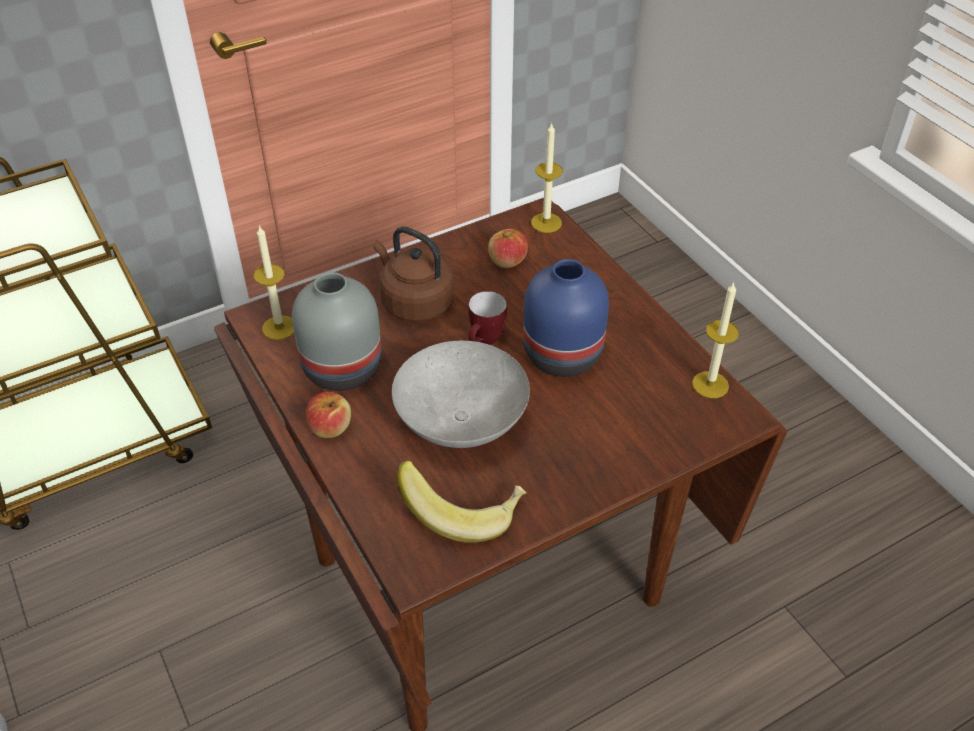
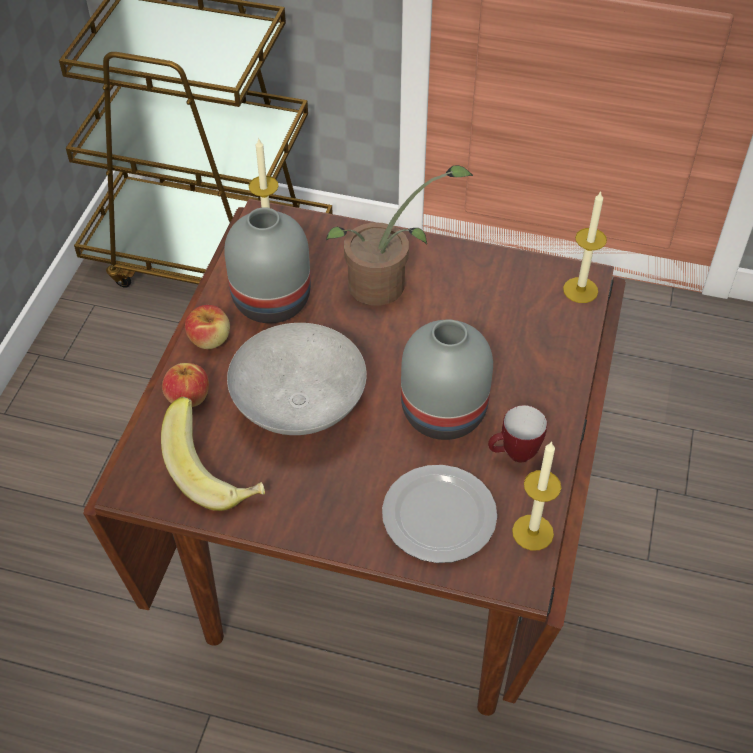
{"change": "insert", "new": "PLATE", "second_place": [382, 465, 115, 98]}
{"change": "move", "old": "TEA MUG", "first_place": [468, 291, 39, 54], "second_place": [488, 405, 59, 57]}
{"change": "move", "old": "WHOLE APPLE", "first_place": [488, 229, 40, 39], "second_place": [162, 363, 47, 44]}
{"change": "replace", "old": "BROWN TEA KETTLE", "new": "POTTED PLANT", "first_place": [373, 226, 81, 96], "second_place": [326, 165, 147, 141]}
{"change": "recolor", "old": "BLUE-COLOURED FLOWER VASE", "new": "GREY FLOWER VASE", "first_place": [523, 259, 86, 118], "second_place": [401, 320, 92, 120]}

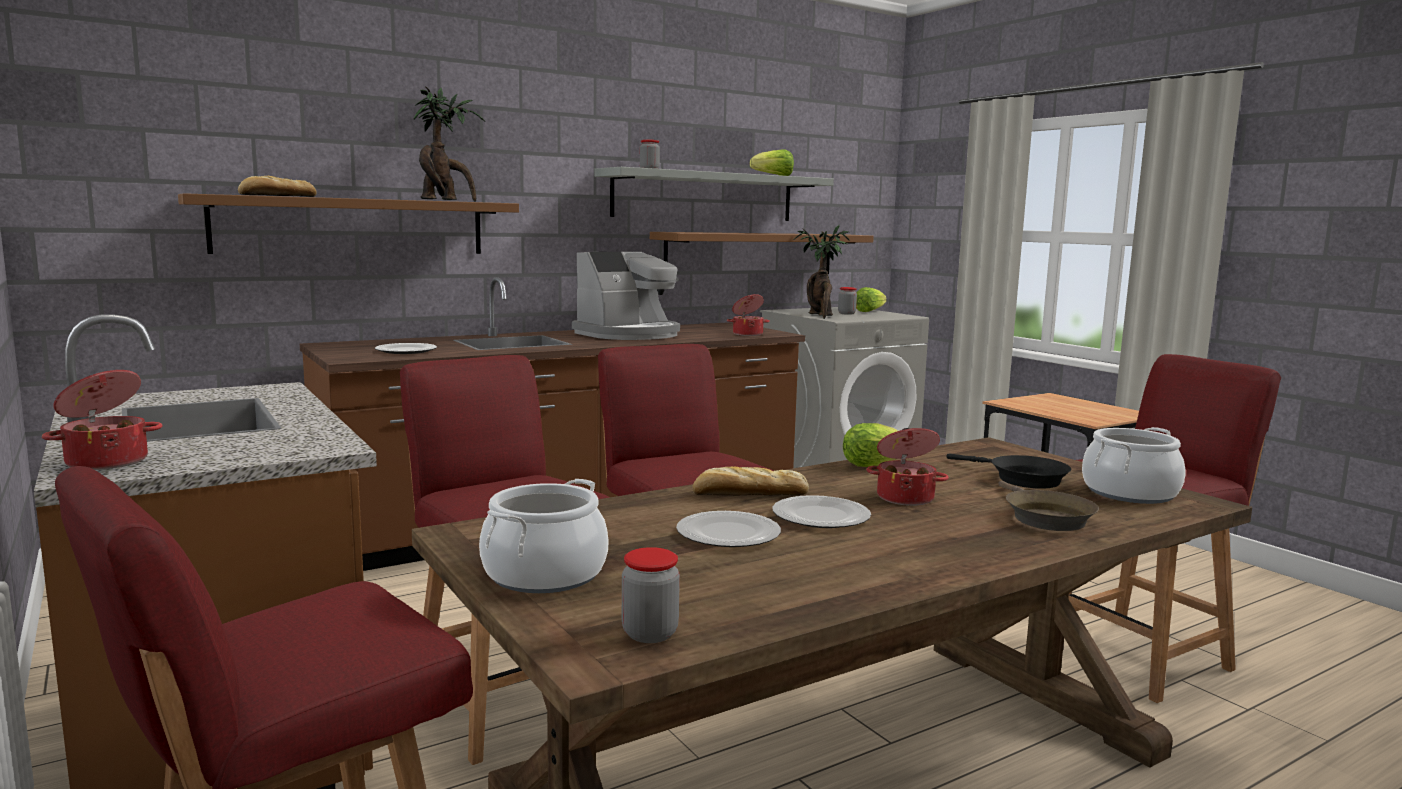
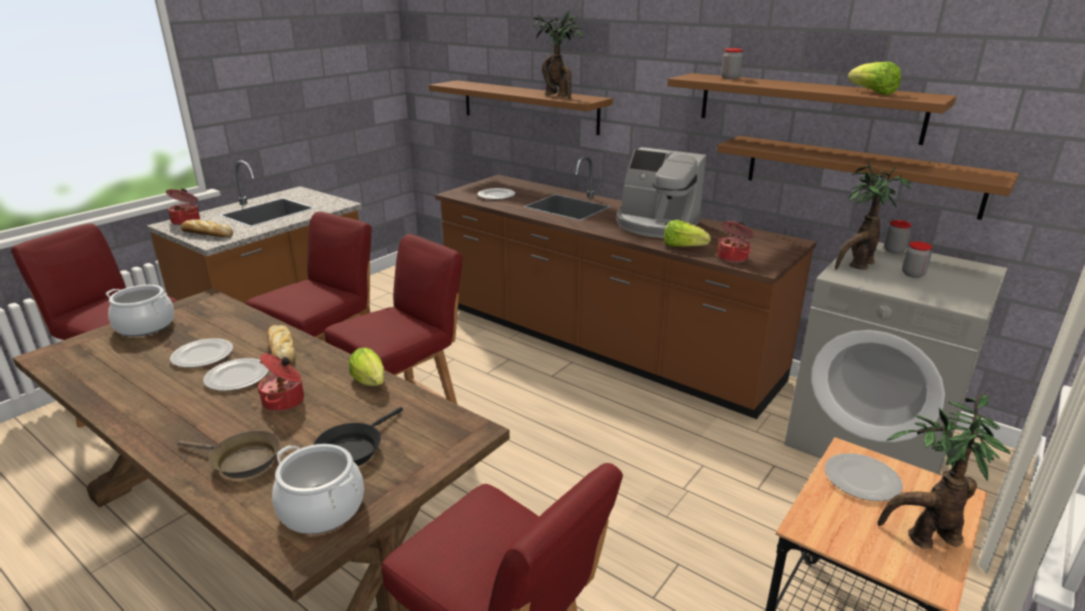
{"change": "insert", "new": "PLATE", "second_place": [825, 453, 78, 48]}
{"change": "insert", "new": "POTTED PLANT", "second_place": [878, 393, 133, 156]}
{"change": "move", "old": "BAKERY BREAD", "first_place": [238, 176, 79, 21], "second_place": [181, 219, 52, 18]}
{"change": "move", "old": "PRESERVE JAR", "first_place": [622, 547, 58, 96], "second_place": [884, 220, 28, 33]}
{"change": "move", "old": "LETTUCE", "first_place": [856, 287, 31, 25], "second_place": [664, 220, 47, 27]}
{"change": "recolor", "old": "GREY SHELF", "new": "BROWN SHELF", "first_place": [595, 167, 239, 54], "second_place": [667, 73, 290, 72]}
{"change": "rotate", "old": "BROWN FRYING PAN", "first_place": [999, 481, 100, 50], "second_place": [177, 431, 103, 47], "degrees": -135}

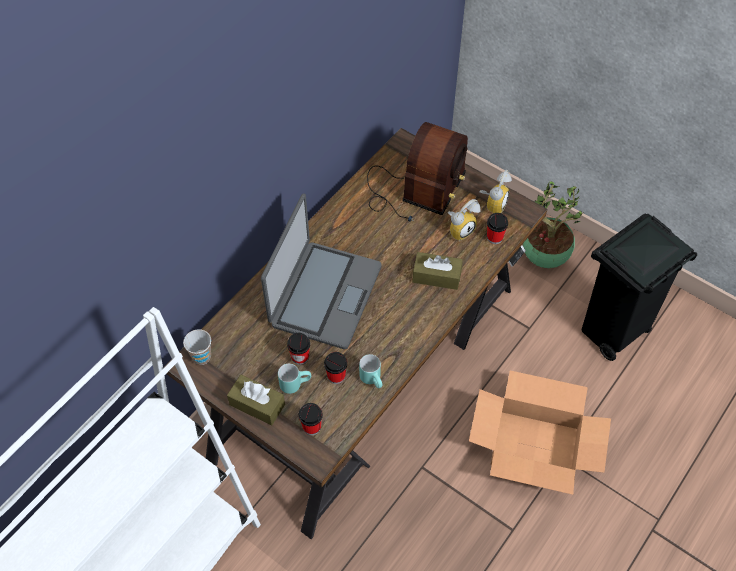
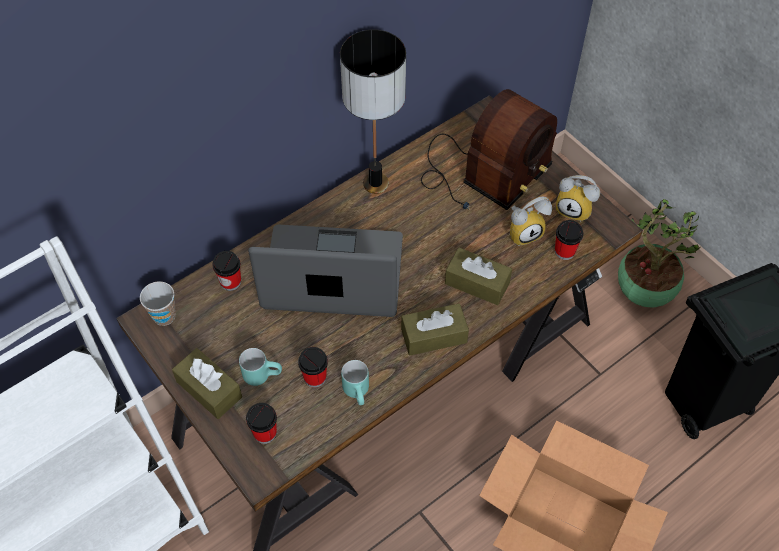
{"change": "insert", "new": "TABLETOP LAMP", "second_place": [340, 29, 66, 165]}
{"change": "insert", "new": "BROWN TISSUE HOLDER", "second_place": [401, 303, 68, 53]}
{"change": "move", "old": "SMALL CUP", "first_place": [287, 333, 23, 32], "second_place": [212, 251, 29, 40]}
{"change": "rotate", "old": "LAPTOP", "first_place": [261, 194, 121, 155], "second_place": [248, 225, 155, 92], "degrees": -120}
{"change": "rotate", "old": "BEDSIDE CLOCK", "first_place": [480, 170, 32, 43], "second_place": [556, 175, 44, 46], "degrees": 75}

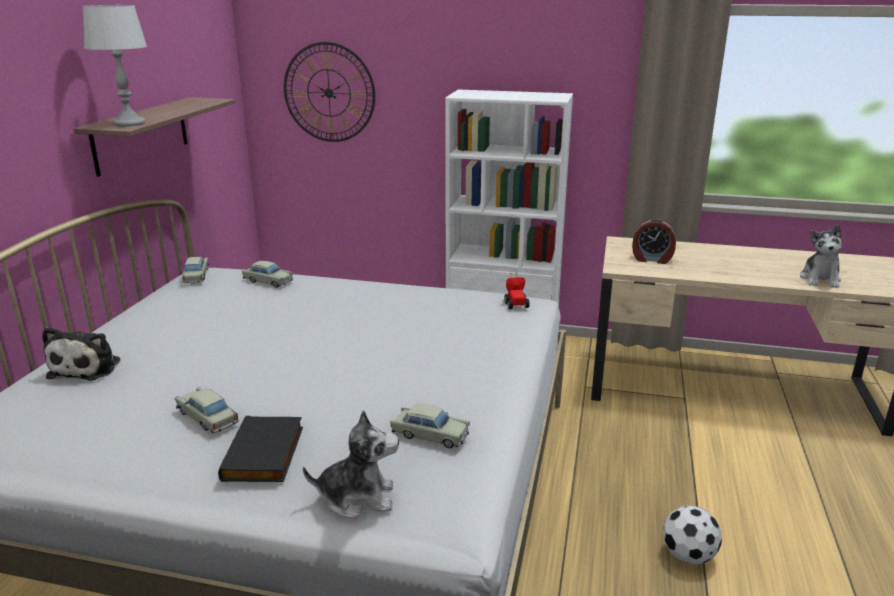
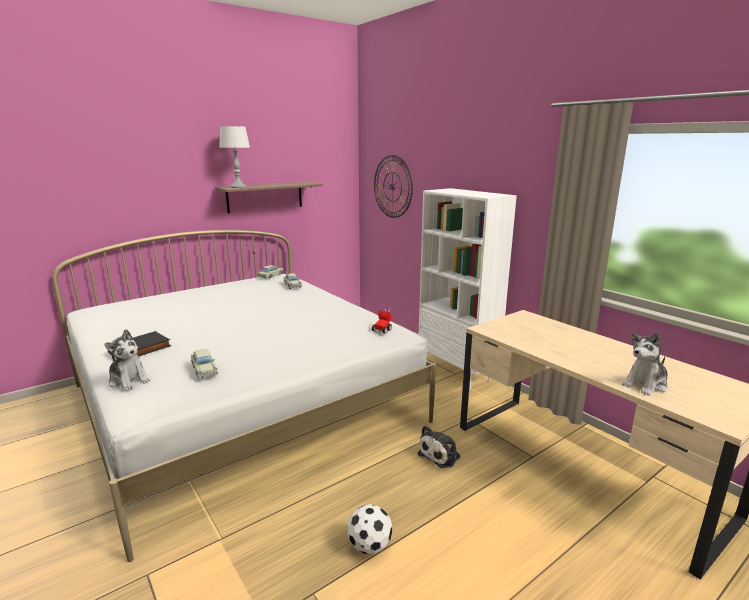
{"change": "delete", "old": "BEIGE MODEL CAR", "first_place": [175, 387, 64, 47]}
{"change": "delete", "old": "BEDSIDE CLOCK", "first_place": [632, 218, 44, 46]}
{"change": "move", "old": "CUDDLY TOY", "first_place": [42, 327, 78, 54], "second_place": [417, 425, 43, 43]}

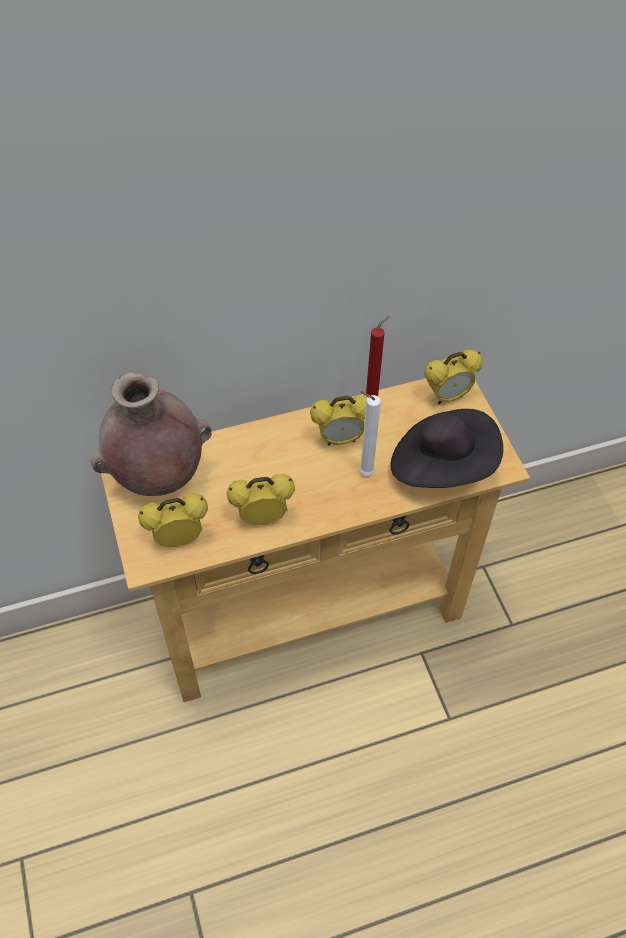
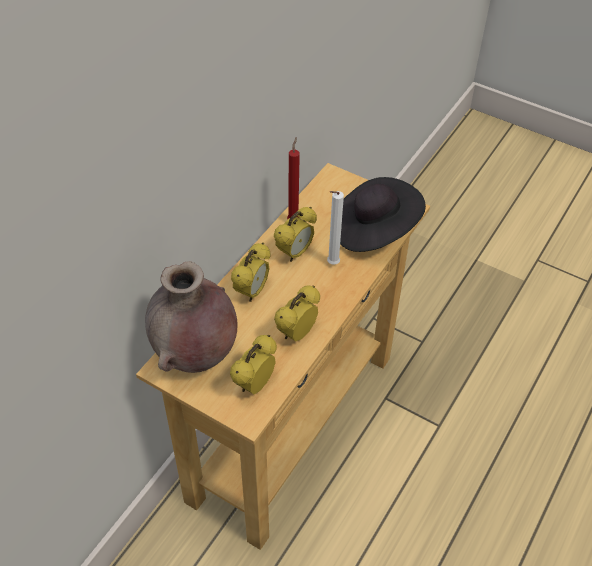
{"change": "move", "old": "BEDSIDE CLOCK", "first_place": [424, 350, 59, 54], "second_place": [231, 242, 40, 60]}

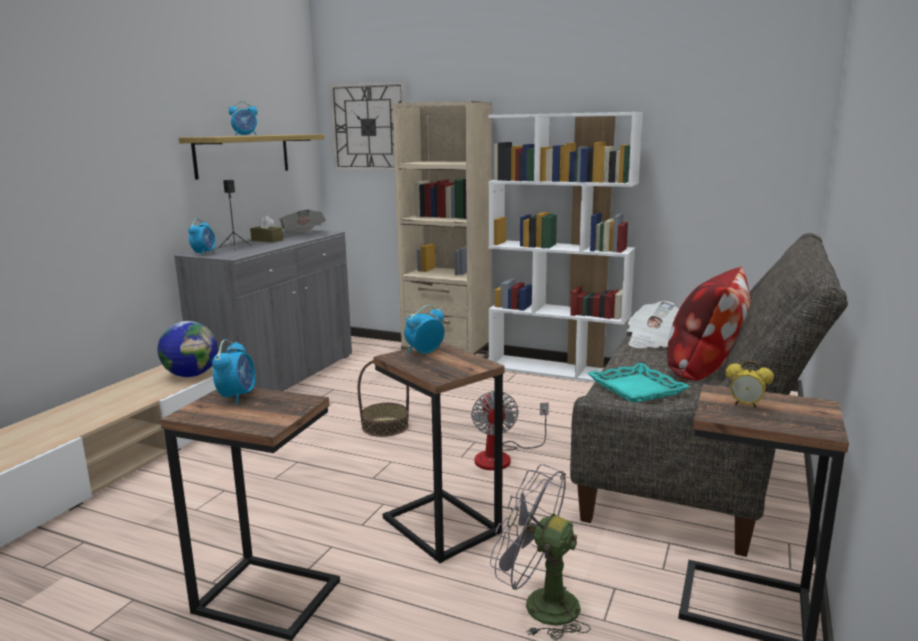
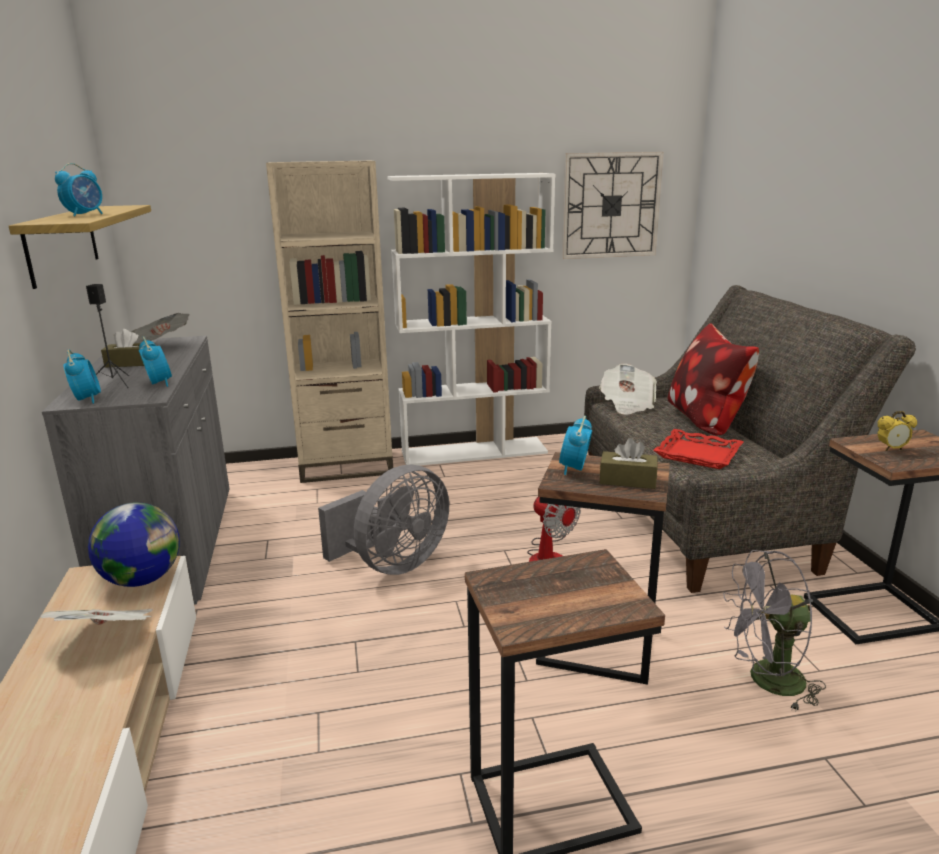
{"change": "insert", "new": "NEWSPAPER", "second_place": [40, 609, 113, 16]}
{"change": "insert", "new": "BROWN TISSUE HOLDER", "second_place": [599, 438, 59, 51]}
{"change": "move", "old": "BEDSIDE CLOCK", "first_place": [212, 339, 44, 65], "second_place": [139, 336, 33, 51]}
{"change": "move", "old": "HANGING CLOCK", "first_place": [329, 81, 77, 90], "second_place": [562, 152, 101, 107]}
{"change": "replace", "old": "BASKET", "new": "GREY COOLING FAN", "first_place": [358, 360, 51, 77], "second_place": [318, 465, 131, 110]}
{"change": "recolor", "old": "TURQUOISE TRAY", "new": "REDDISH TRAY", "first_place": [588, 363, 102, 39], "second_place": [653, 429, 90, 40]}

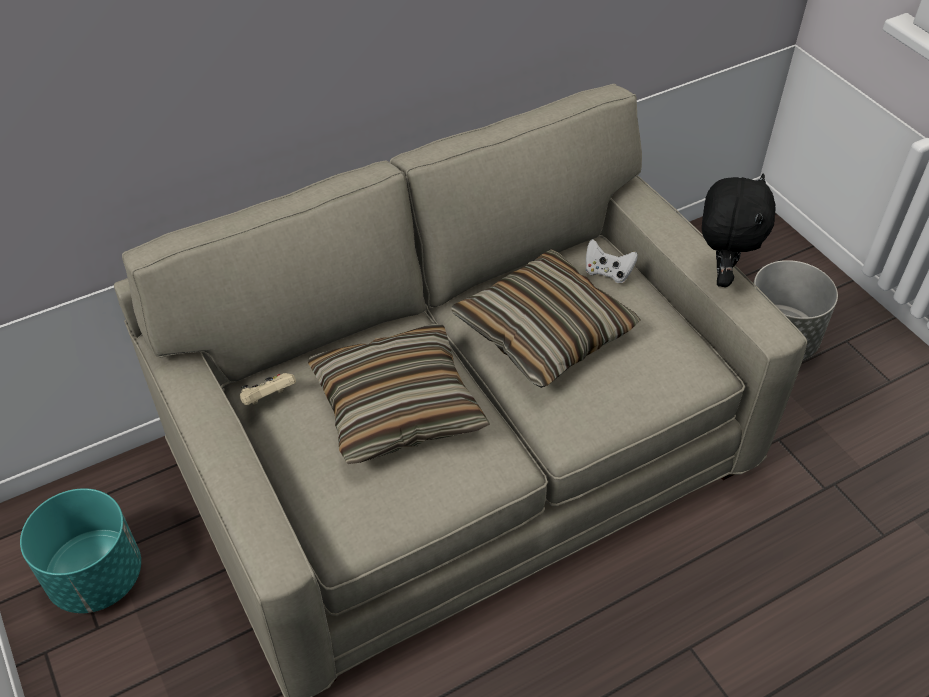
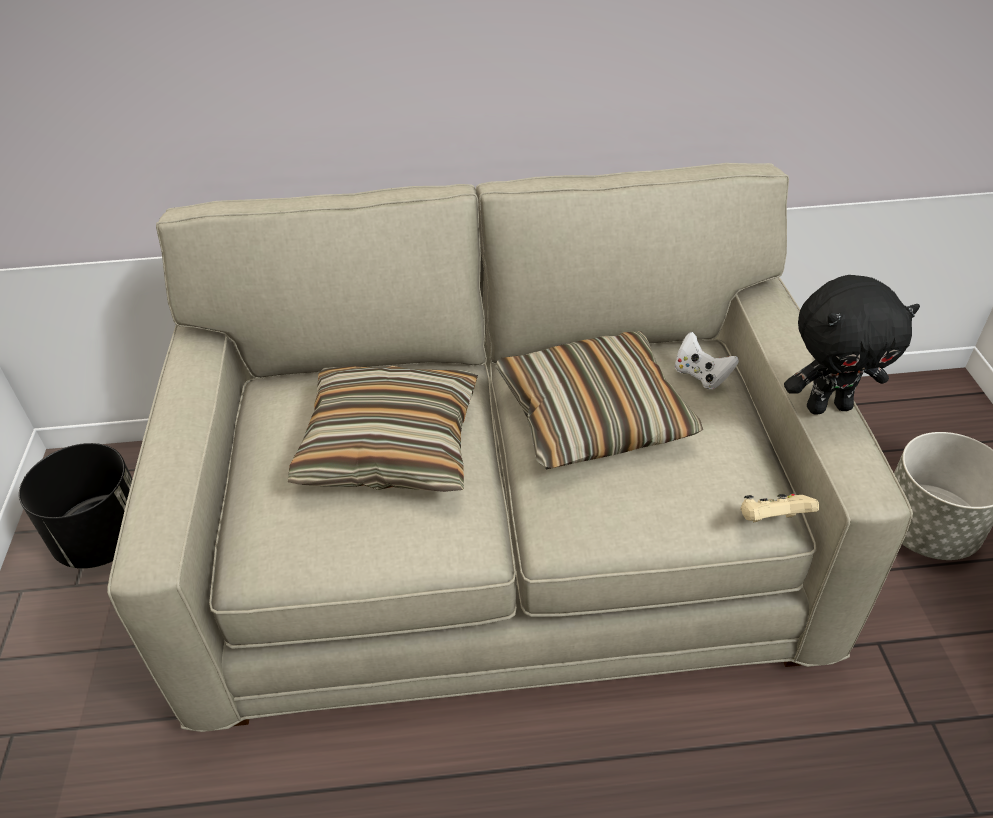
{"change": "move", "old": "BEIGE GAME CONTROLLER", "first_place": [240, 373, 56, 32], "second_place": [740, 494, 79, 28]}
{"change": "recolor", "old": "TURQUOISE PLANTER", "new": "BLACK PLANTER", "first_place": [20, 488, 121, 125], "second_place": [19, 443, 113, 126]}
{"change": "rotate", "old": "BLACK CUDDLY TOY", "first_place": [702, 173, 74, 114], "second_place": [784, 275, 136, 140], "degrees": 45}

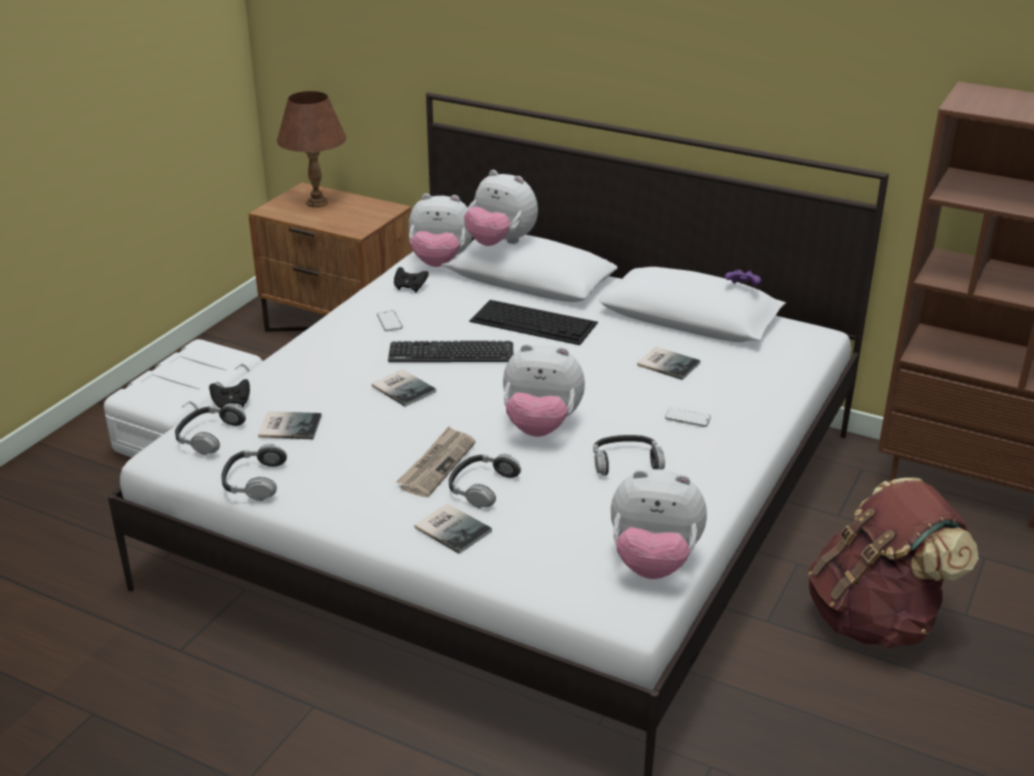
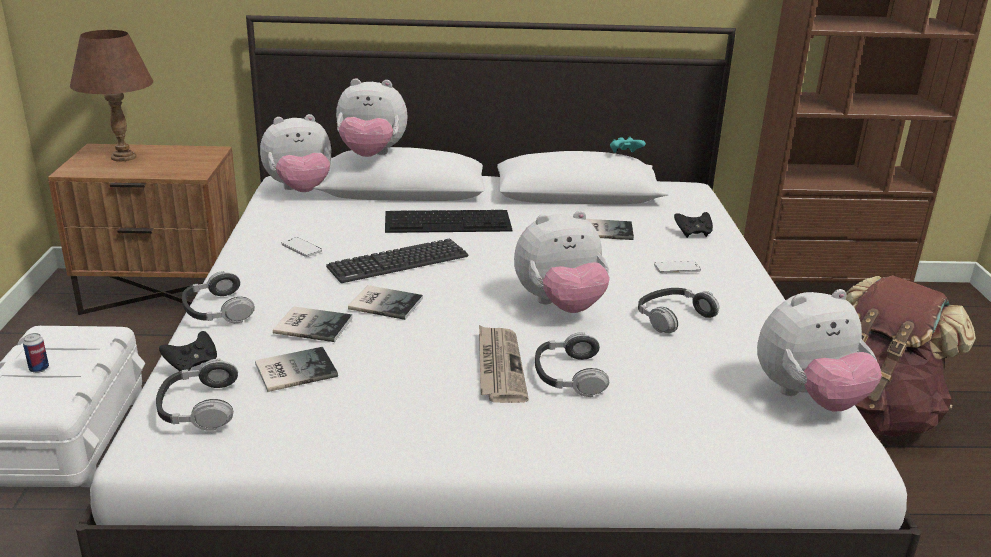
{"change": "insert", "new": "CAN", "second_place": [23, 333, 26, 40]}
{"change": "move", "old": "PAIR OF HEADPHONES", "first_place": [221, 444, 66, 57], "second_place": [182, 271, 73, 52]}
{"change": "move", "old": "BLACK GAME CONTROLLER", "first_place": [394, 267, 35, 26], "second_place": [674, 212, 39, 26]}
{"change": "move", "old": "BOUND BOOK", "first_place": [415, 504, 77, 50], "second_place": [273, 306, 80, 36]}
{"change": "recolor", "old": "PURPLE-COLOURED GAME CONTROLLER", "new": "TURQUOISE GAME CONTROLLER", "first_place": [725, 270, 36, 17], "second_place": [610, 137, 36, 16]}

